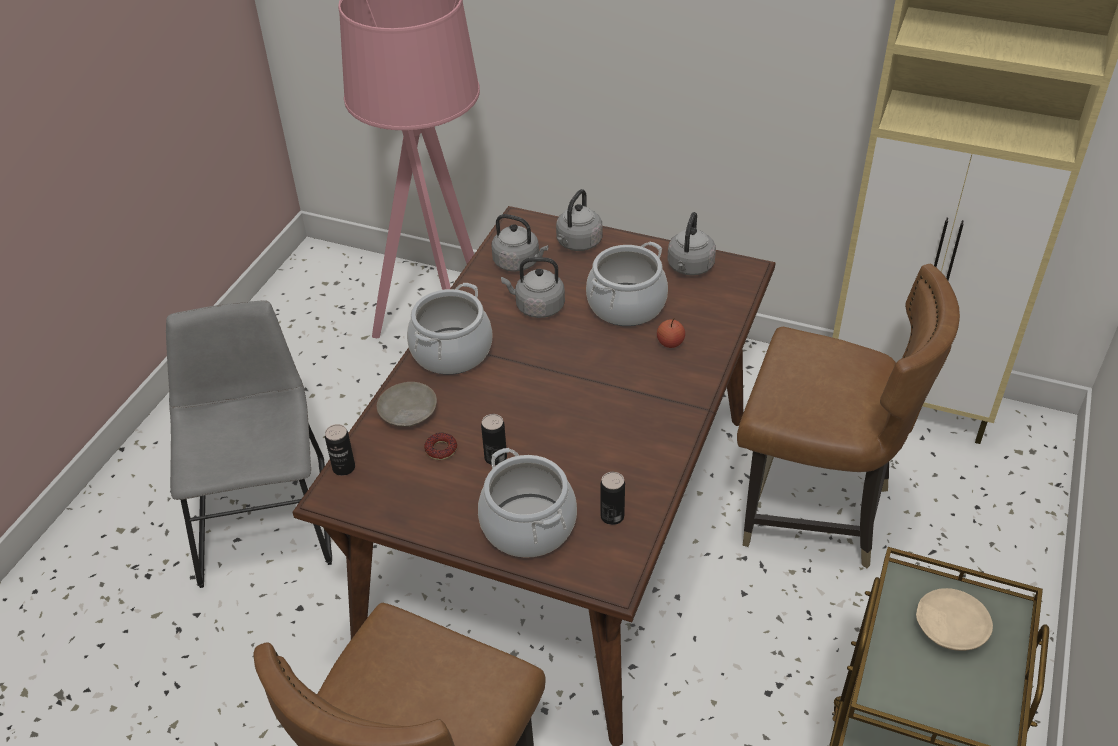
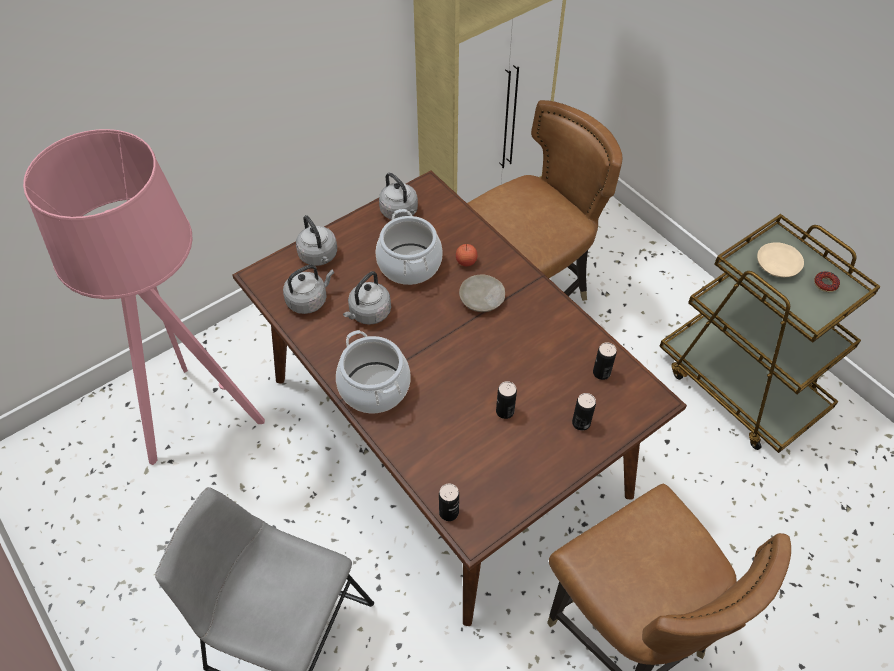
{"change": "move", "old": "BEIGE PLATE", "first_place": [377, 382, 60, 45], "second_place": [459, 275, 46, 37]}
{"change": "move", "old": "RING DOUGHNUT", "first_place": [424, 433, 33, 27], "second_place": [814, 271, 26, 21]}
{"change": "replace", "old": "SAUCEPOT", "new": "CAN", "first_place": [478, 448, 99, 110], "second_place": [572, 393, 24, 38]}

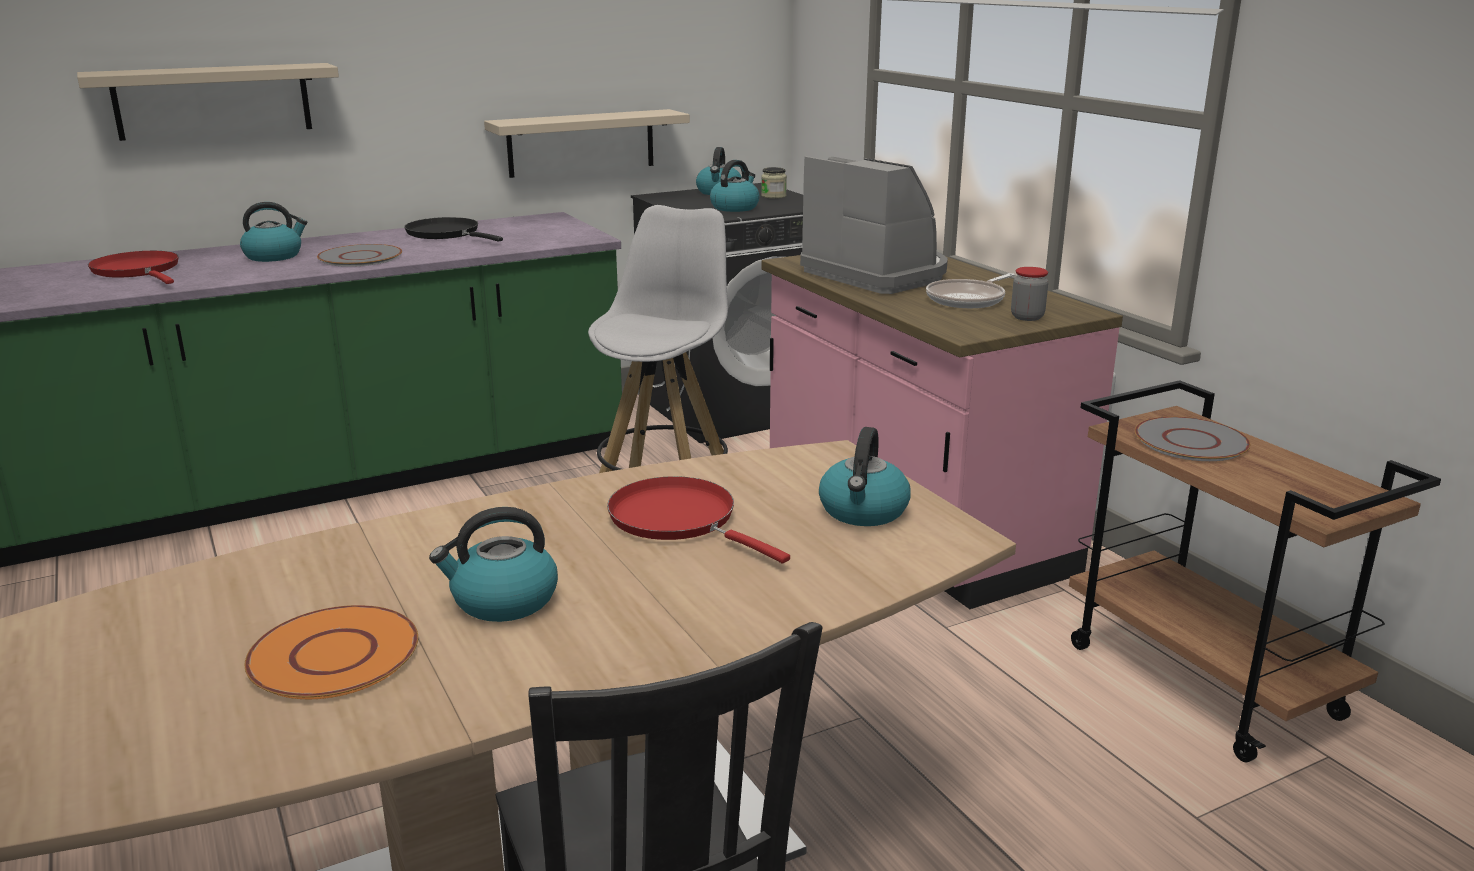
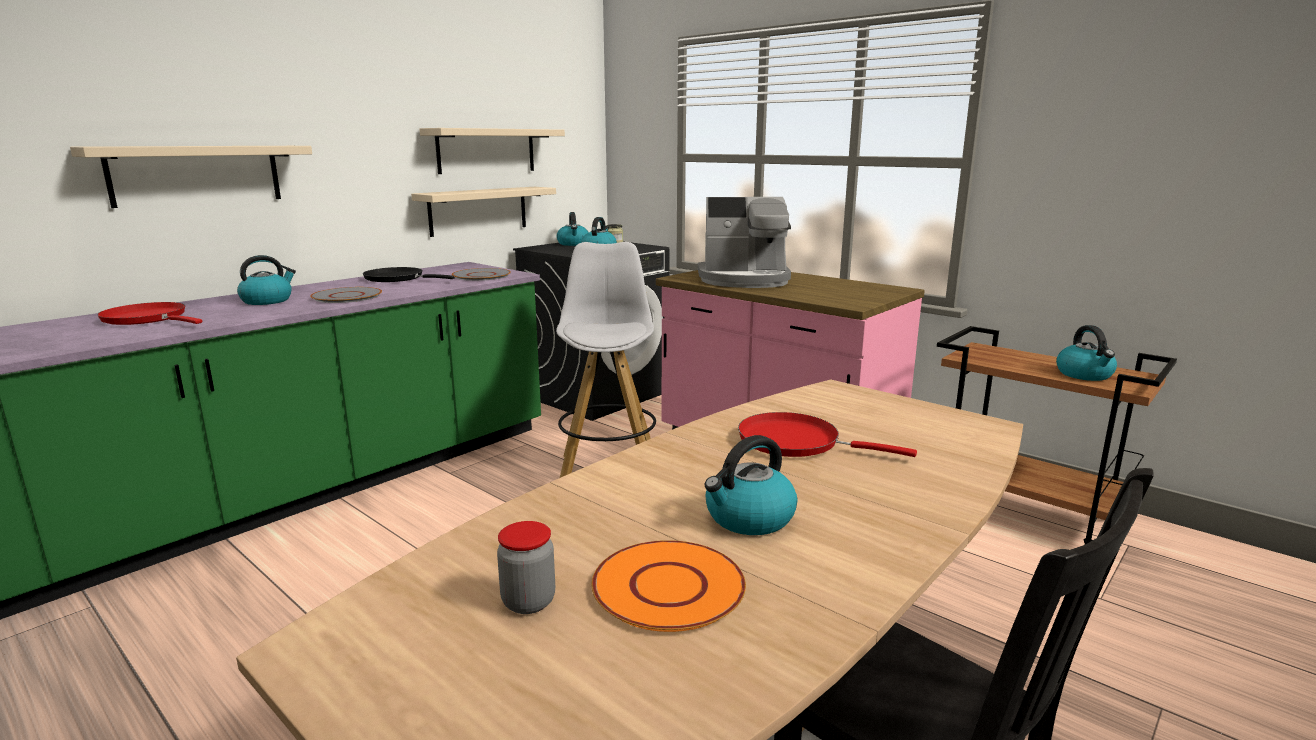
{"change": "delete", "old": "FRYING PAN", "first_place": [926, 273, 89, 35]}
{"change": "insert", "new": "BEIGE SHELF", "second_place": [419, 128, 146, 46]}
{"change": "move", "old": "TEA KETTLE", "first_place": [819, 427, 92, 99], "second_place": [1056, 325, 61, 56]}
{"change": "move", "old": "PRESERVE JAR", "first_place": [1011, 267, 37, 54], "second_place": [497, 521, 58, 93]}
{"change": "move", "old": "GREY PLATE", "first_place": [1135, 417, 115, 44], "second_place": [452, 268, 59, 13]}
{"change": "rotate", "old": "COFFEE MAKER", "first_place": [800, 156, 148, 138], "second_place": [698, 197, 93, 91], "degrees": 150}

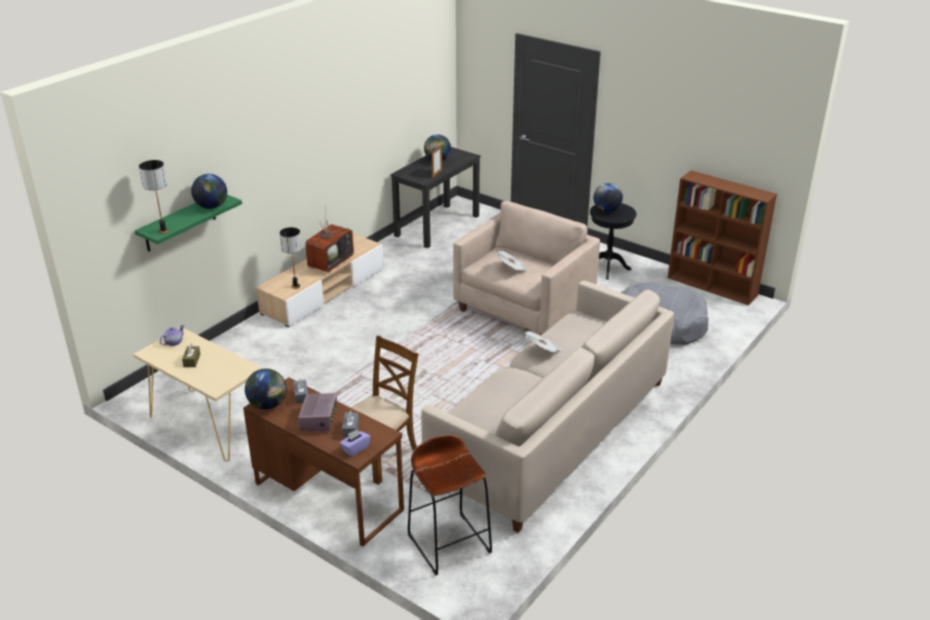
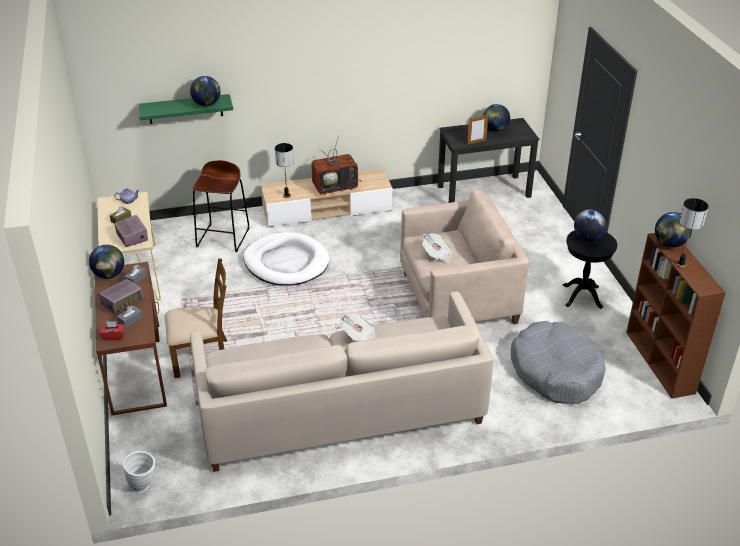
{"change": "insert", "new": "RADIO SET", "second_place": [114, 215, 34, 32]}
{"change": "insert", "new": "WHITE FLOWER VASE", "second_place": [123, 451, 32, 41]}
{"change": "insert", "new": "WHITE DOG BED", "second_place": [243, 232, 87, 54]}
{"change": "insert", "new": "GLOBE", "second_place": [655, 212, 37, 35]}
{"change": "move", "old": "TABLETOP LAMP", "first_place": [139, 160, 30, 74], "second_place": [676, 198, 33, 70]}
{"change": "move", "old": "BROWN STOOL SEAT", "first_place": [408, 435, 84, 140], "second_place": [193, 160, 57, 92]}
{"change": "recolor", "old": "PURPLE-COLOURED TISSUE HOLDER", "new": "REDDISH TISSUE HOLDER", "first_place": [340, 429, 31, 28], "second_place": [99, 321, 26, 20]}

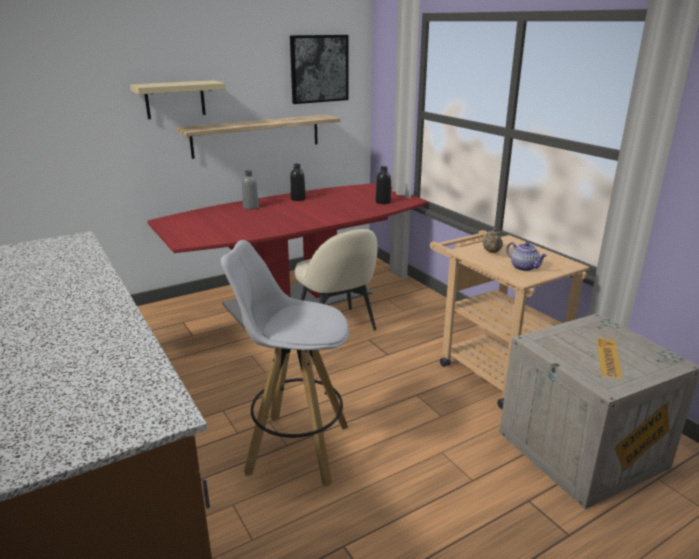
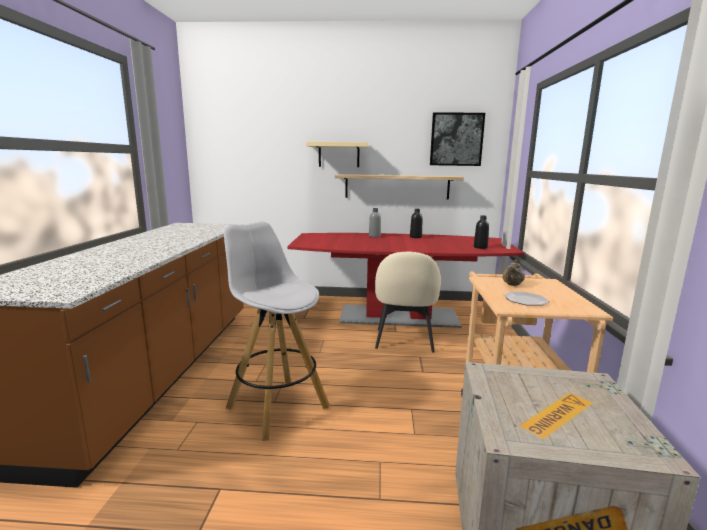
{"change": "replace", "old": "TEAPOT", "new": "PLATE", "first_place": [506, 242, 41, 29], "second_place": [504, 292, 45, 14]}

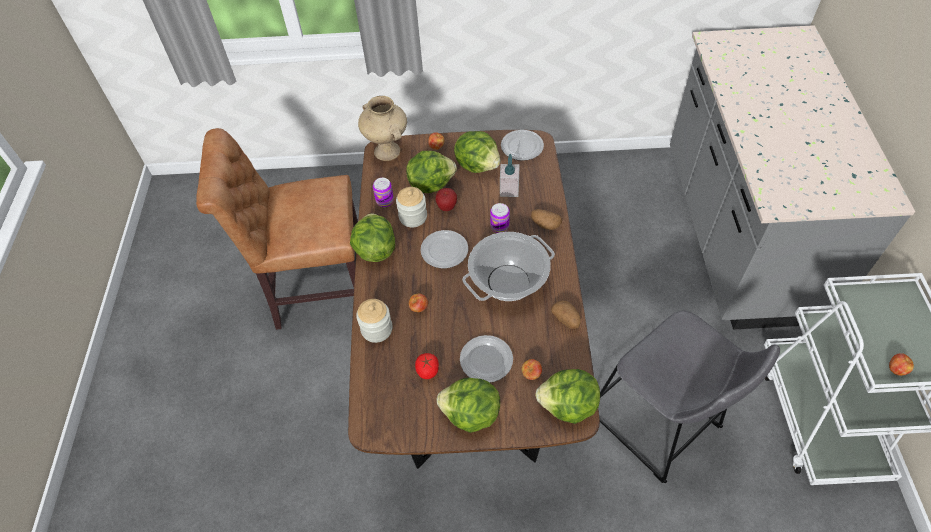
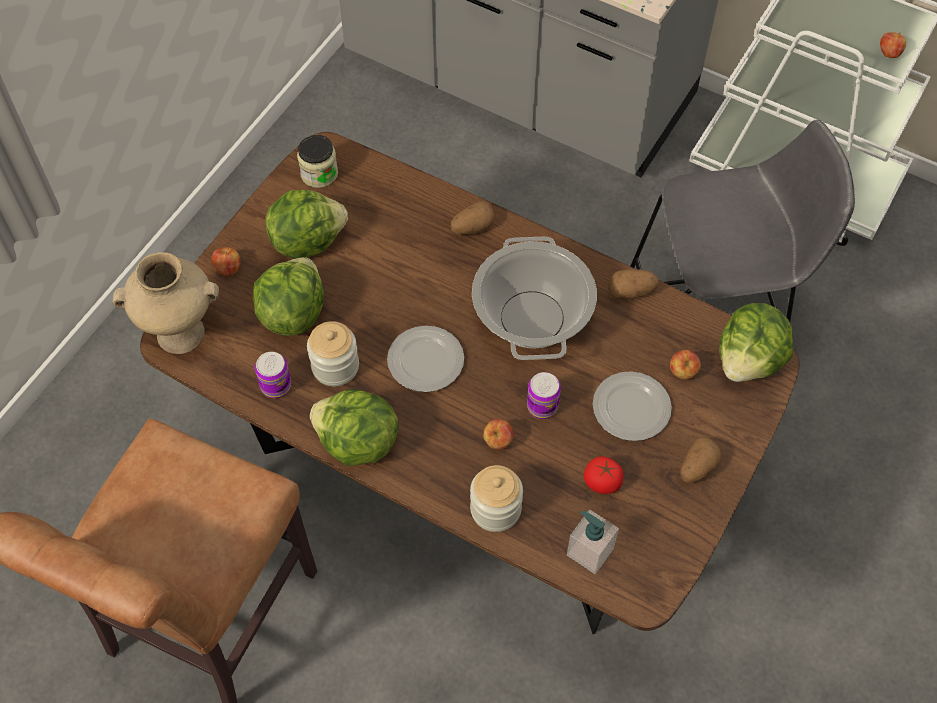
{"change": "delete", "old": "WHOLE APPLE", "first_place": [435, 188, 22, 23]}
{"change": "move", "old": "CAN", "first_place": [490, 203, 20, 30], "second_place": [527, 372, 34, 47]}
{"change": "move", "old": "SOAP BOTTLE", "first_place": [500, 154, 20, 43], "second_place": [567, 510, 52, 64]}
{"change": "replace", "old": "LETTUCE", "new": "SPUD", "first_place": [437, 378, 63, 55], "second_place": [680, 437, 42, 46]}
{"change": "replace", "old": "PLATE", "new": "PRESERVE JAR", "first_place": [501, 130, 43, 31], "second_place": [297, 135, 41, 53]}

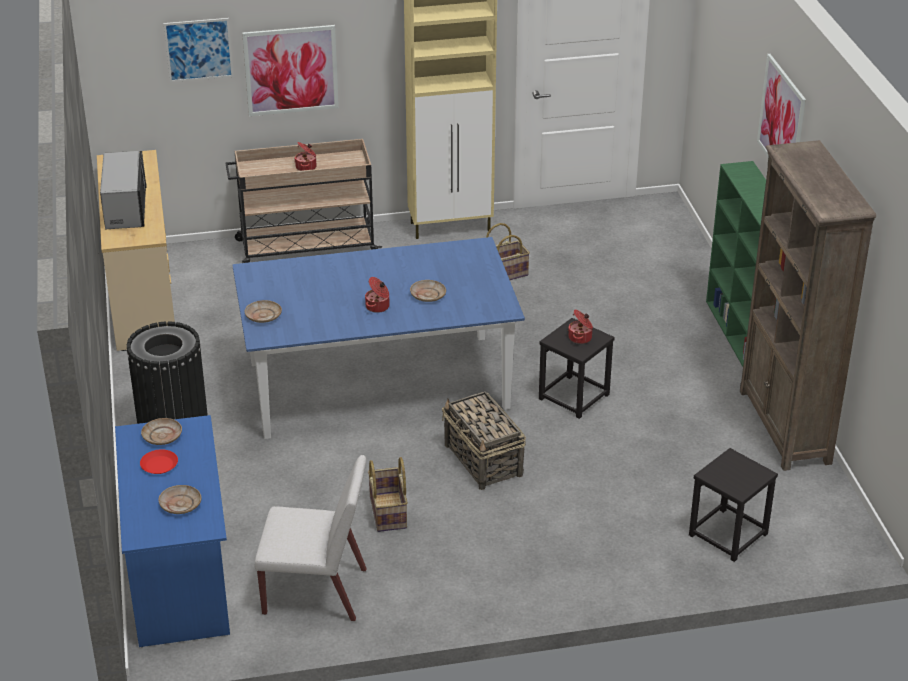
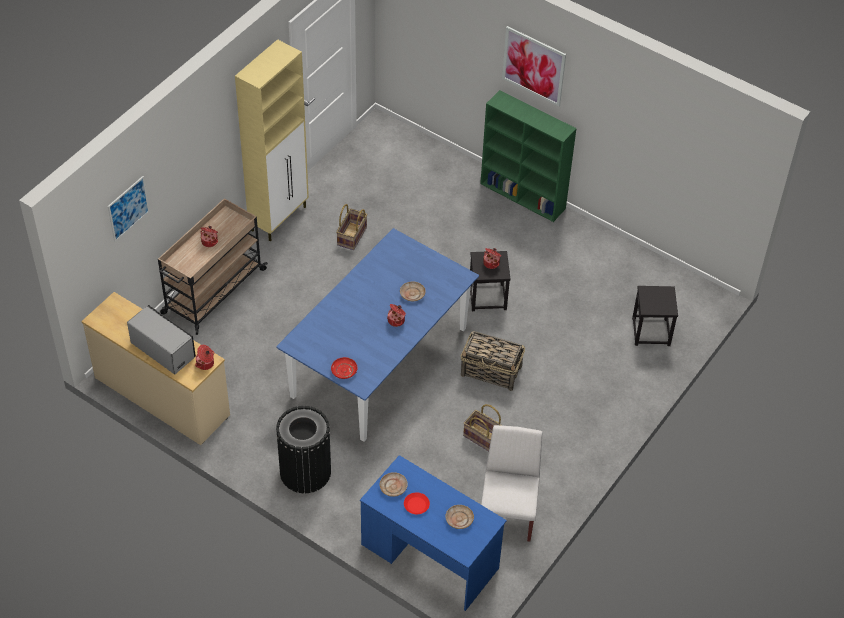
{"change": "delete", "old": "PICTURE", "first_place": [242, 25, 97, 91]}
{"change": "delete", "old": "BROWN BOOKCASE", "first_place": [740, 140, 136, 331]}
{"change": "insert", "new": "SAUCEPOT", "second_place": [195, 345, 19, 25]}
{"change": "recolor", "old": "BEIGE PLATE", "new": "REDDISH PLATE", "first_place": [245, 300, 37, 23], "second_place": [331, 357, 26, 22]}
{"change": "rotate", "old": "WHITE CHAIR", "first_place": [254, 455, 113, 166], "second_place": [481, 425, 61, 116], "degrees": -45}

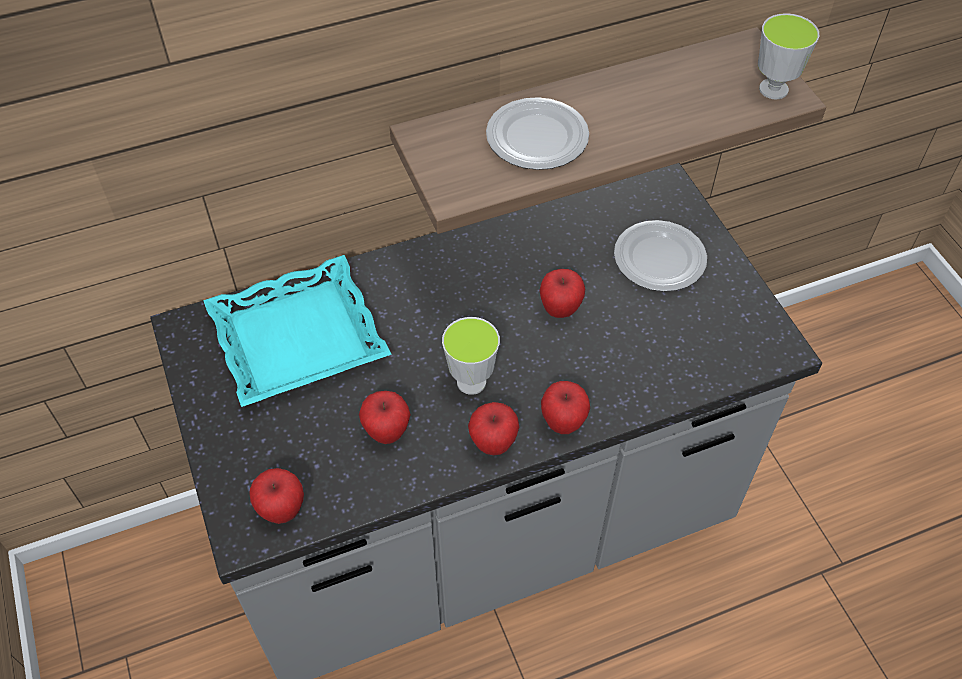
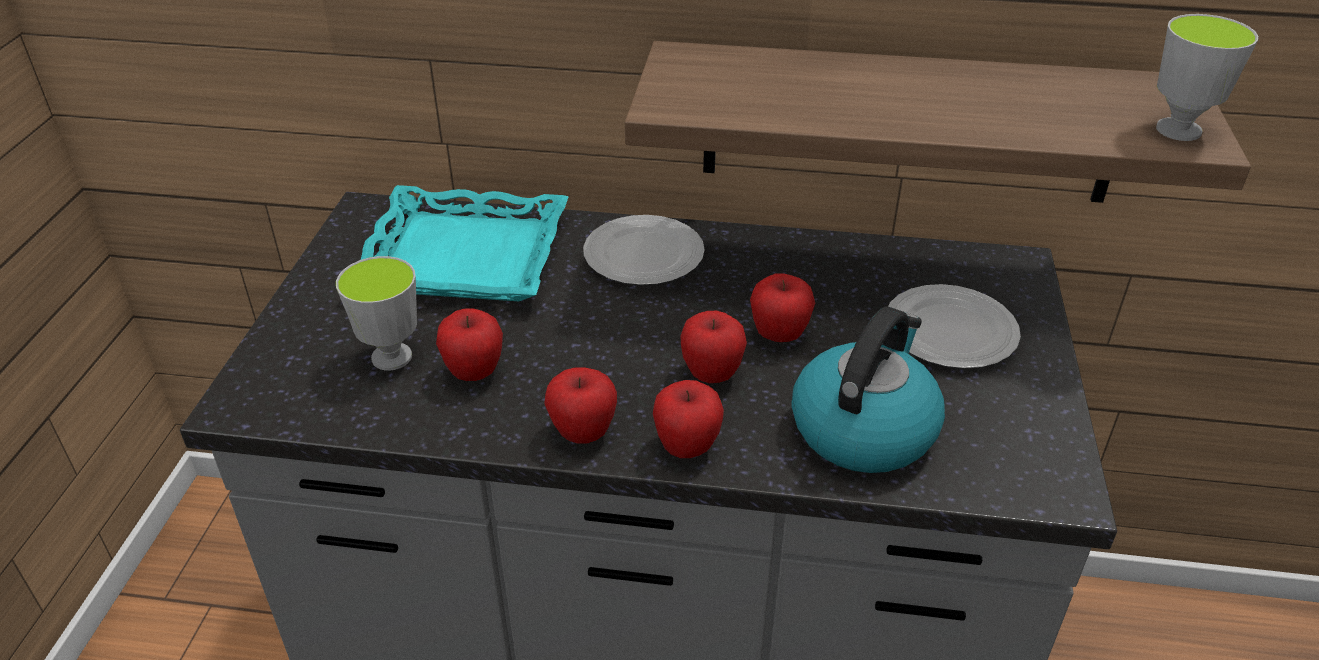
{"change": "insert", "new": "TEA KETTLE", "second_place": [792, 306, 153, 167]}
{"change": "move", "old": "WHOLE APPLE", "first_place": [249, 468, 55, 56], "second_place": [680, 311, 67, 72]}
{"change": "move", "old": "SMALL CUP", "first_place": [442, 317, 58, 78], "second_place": [336, 256, 81, 115]}
{"change": "move", "old": "PLATE", "first_place": [486, 97, 103, 73], "second_place": [583, 215, 122, 71]}

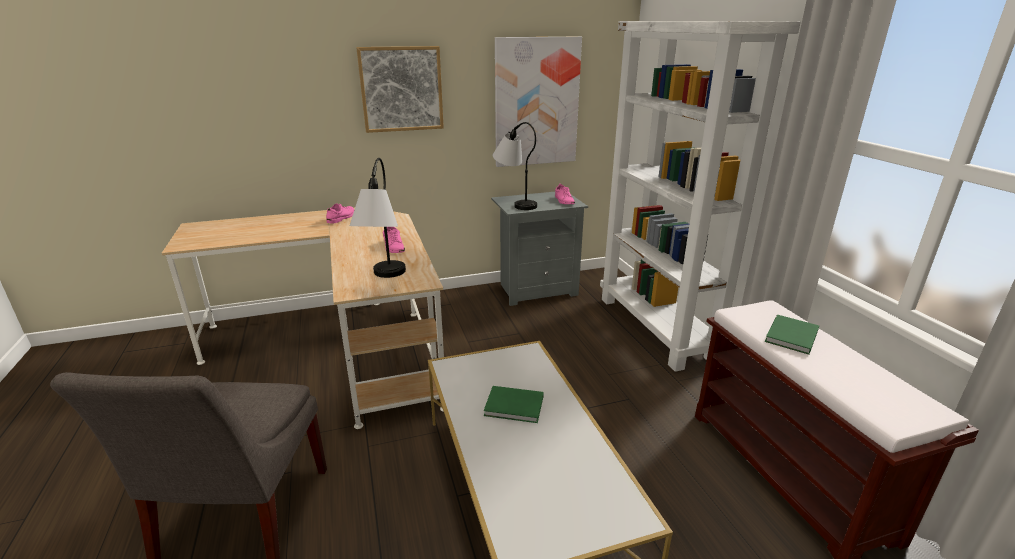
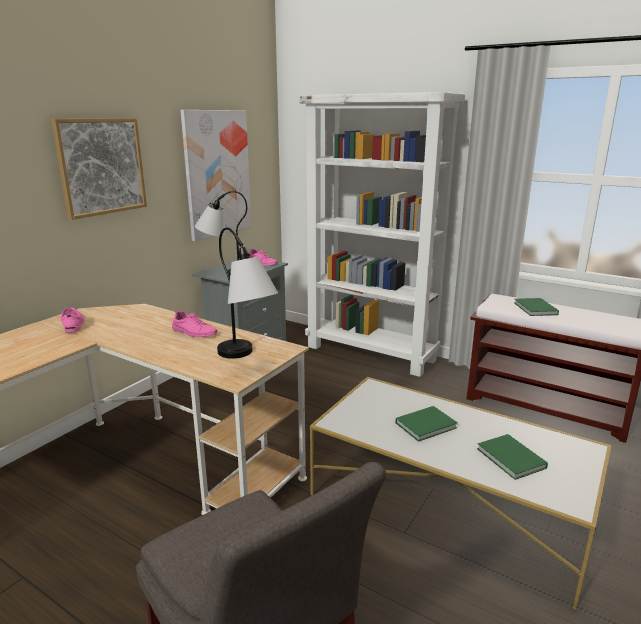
{"change": "insert", "new": "GREENISH BOUND BOOK", "second_place": [477, 434, 71, 46]}

